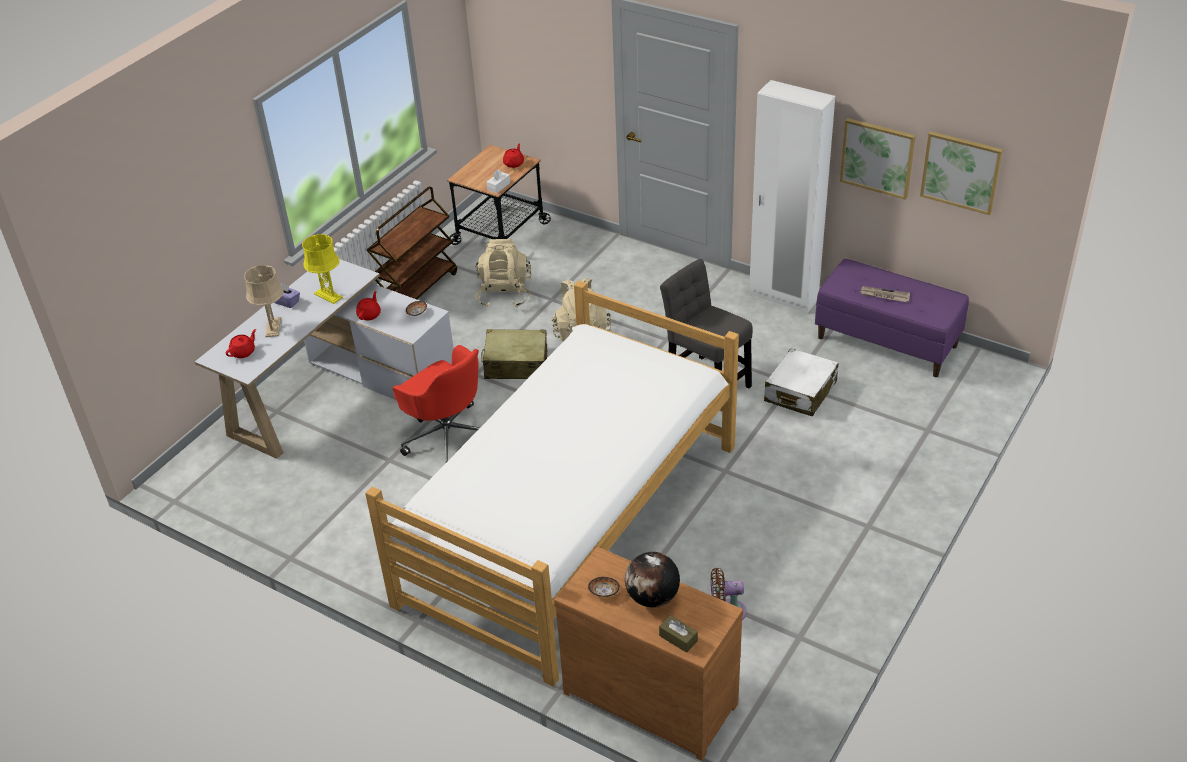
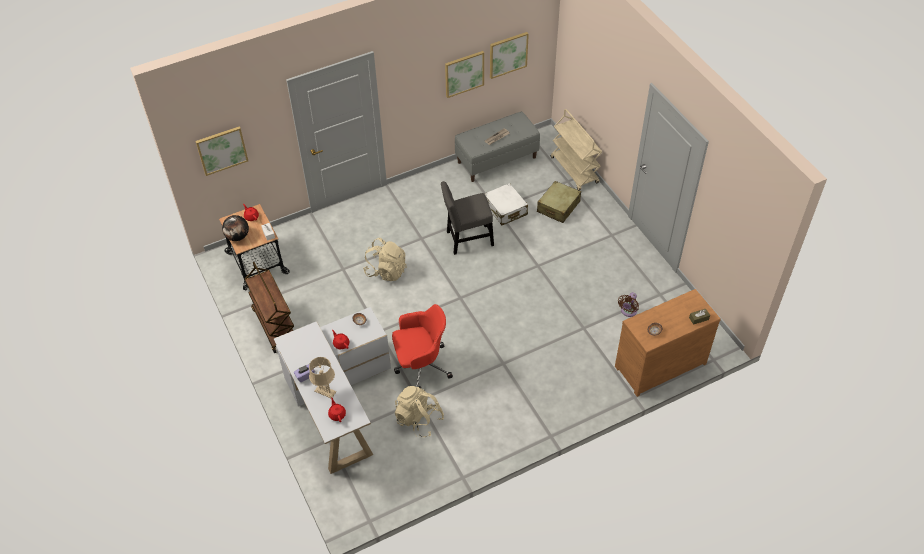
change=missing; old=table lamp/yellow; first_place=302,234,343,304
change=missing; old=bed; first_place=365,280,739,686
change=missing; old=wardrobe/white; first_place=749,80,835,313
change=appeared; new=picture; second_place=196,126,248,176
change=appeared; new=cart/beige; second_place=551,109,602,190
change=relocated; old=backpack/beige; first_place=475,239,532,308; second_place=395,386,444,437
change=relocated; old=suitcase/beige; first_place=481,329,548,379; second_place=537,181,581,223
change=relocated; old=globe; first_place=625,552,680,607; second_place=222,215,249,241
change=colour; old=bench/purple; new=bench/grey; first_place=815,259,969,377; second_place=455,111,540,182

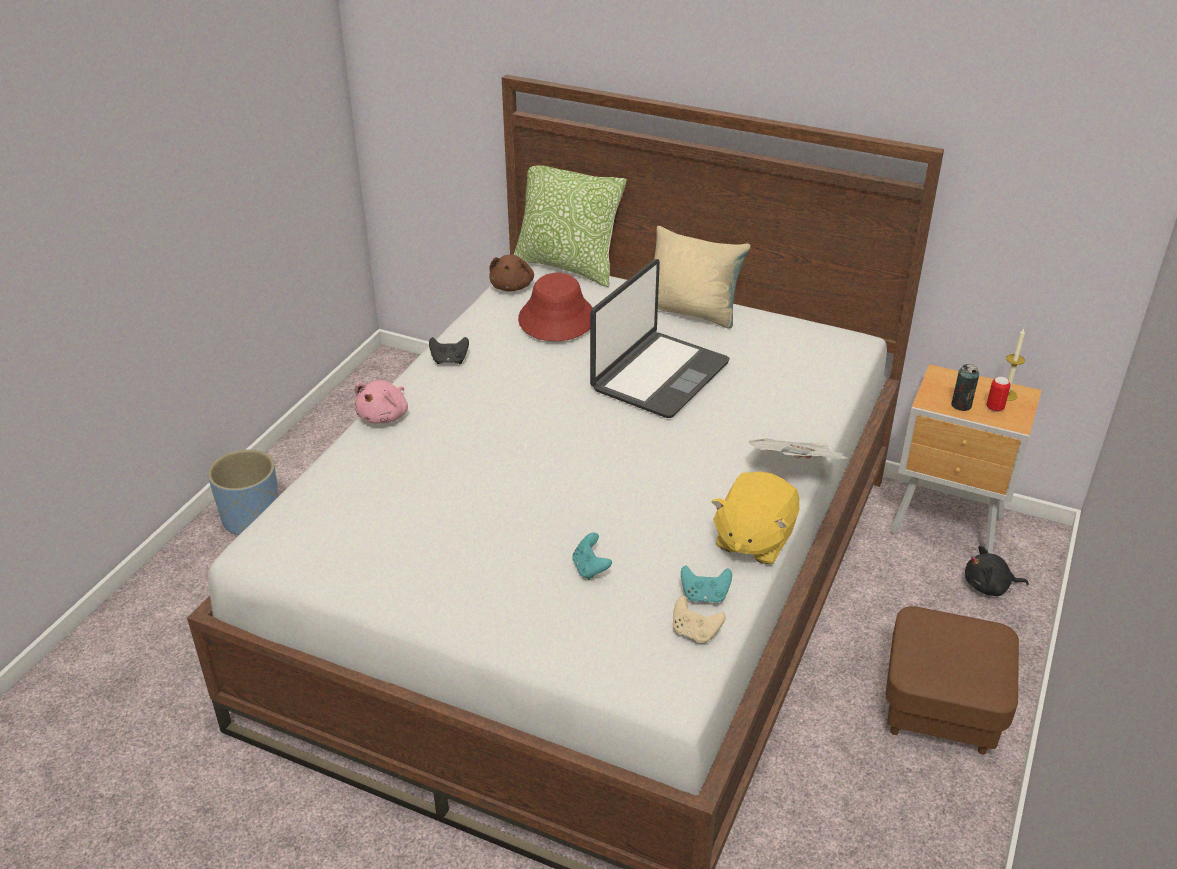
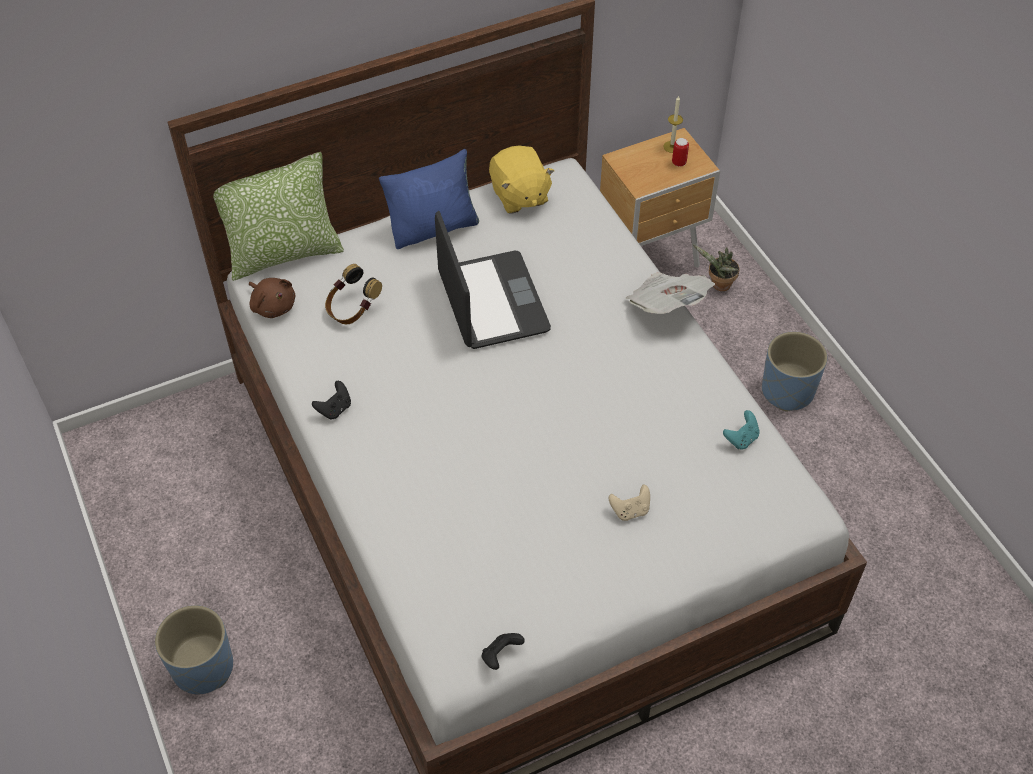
change=missing; old=plush toy/pink; first_place=355,380,408,424
change=missing; old=game controller/turquoise; first_place=572,532,612,580
change=missing; old=can; first_place=951,364,979,411
change=appeared; new=game controller/black; second_place=482,633,525,670
change=relocated; old=game controller/beige; first_place=673,596,726,643; second_place=609,484,650,521
change=relocated; old=plush toy/yellow; first_place=711,471,800,565; second_place=489,145,555,214
change=exchanged; old=hat/red; new=headphones; first_place=518,273,593,341; second_place=325,264,382,324
change=exchanged; old=ottoman/brown; new=planter/blue; first_place=886,606,1019,755; second_place=762,332,827,412
change=exchanged; old=plush toy/black; new=potted plant; first_place=965,545,1029,596; second_place=693,244,740,291
change=colour; old=pillow/beige; new=pillow/blue; first_place=654,226,751,329; second_place=379,149,479,249

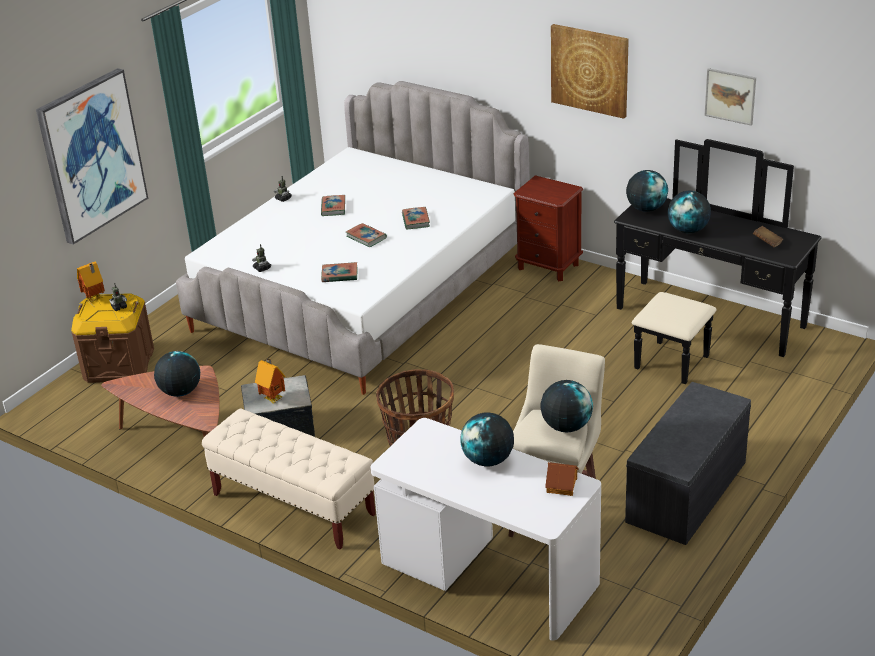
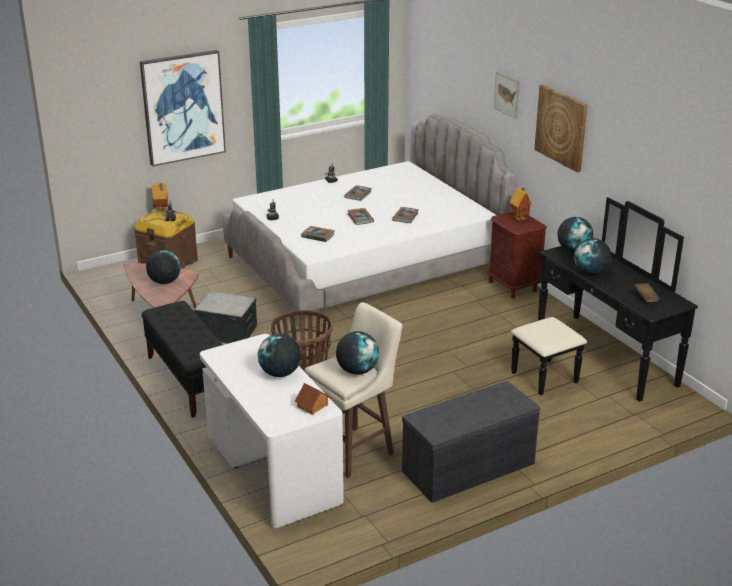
change=relocated; old=toy house; first_place=255,358,286,404; second_place=510,187,532,221
change=relocated; old=picture; first_place=705,68,756,126; second_place=494,72,520,119
change=colour; old=bench/beige; new=bench/black; first_place=202,408,376,549; second_place=142,301,223,418

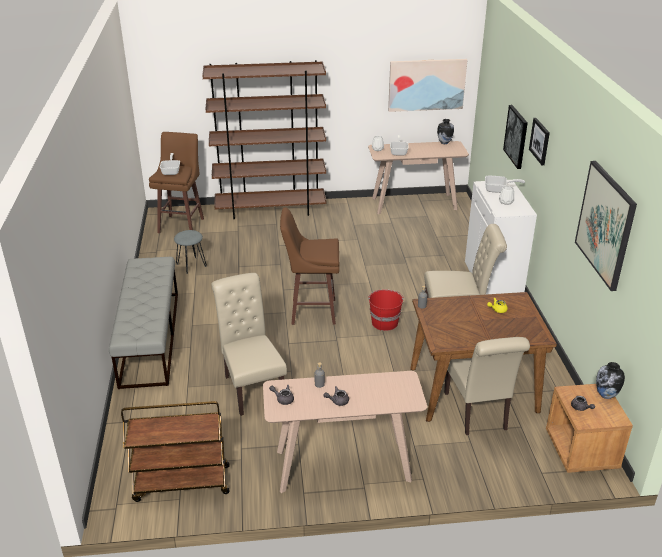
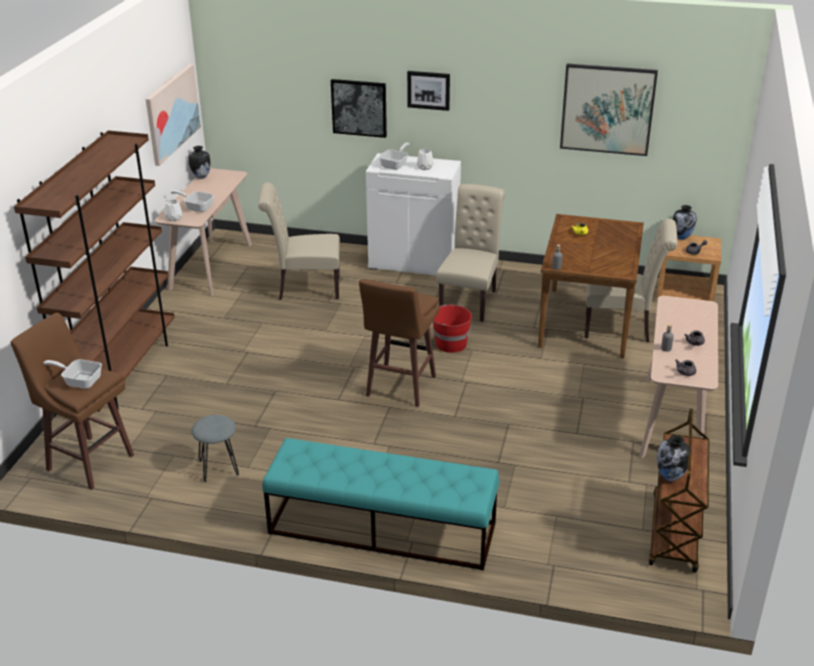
change=appeared; new=vase; second_place=657,435,690,481
change=relocated; old=chair/beige; first_place=211,273,287,416; second_place=258,183,340,300
change=colour; old=bench/grey; new=bench/turquoise; first_place=109,257,178,389; second_place=262,438,499,571

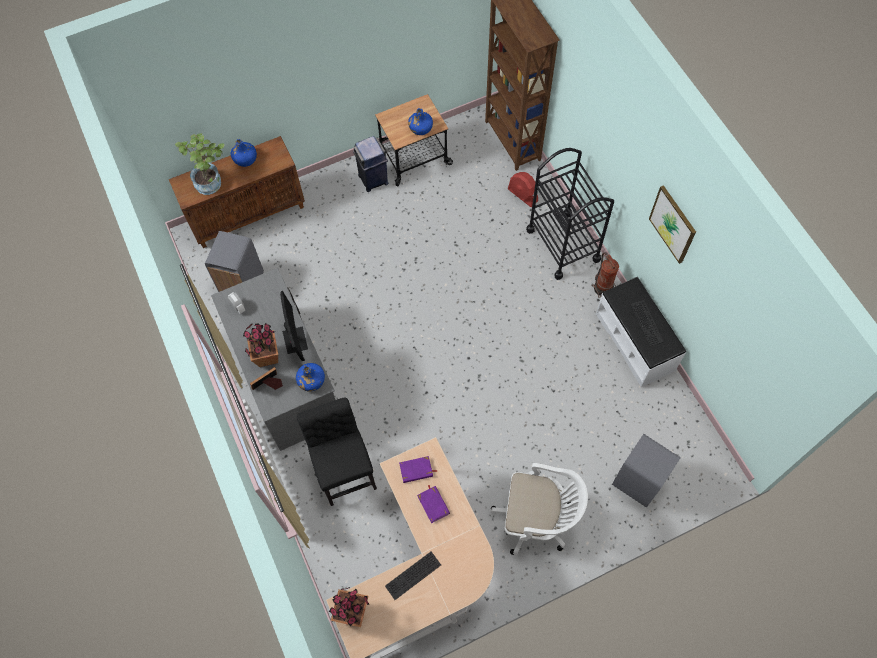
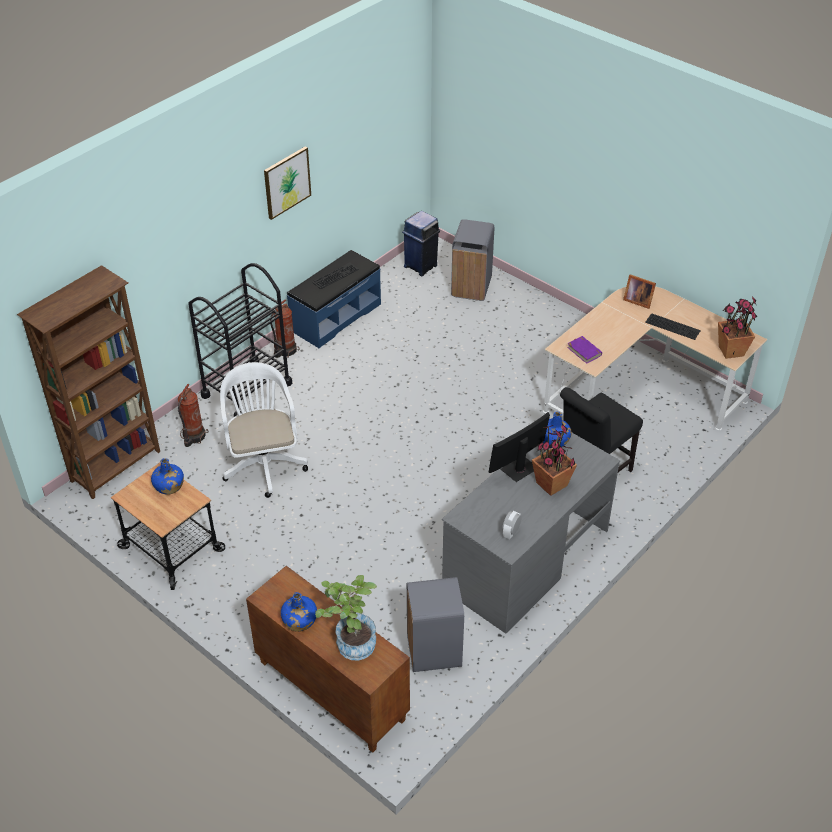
change=missing; old=book/purple; first_place=417,485,450,523
change=relocated; old=picture frame; first_place=250,367,283,390; second_place=623,274,656,309
change=relocated; old=trash can/blue; first_place=353,136,389,192; second_place=402,211,440,276
change=relocated; old=office chair/white; first_place=491,463,588,555; second_place=220,362,308,498
change=exchanged; old=fan/red; new=fire extinguisher; first_place=508,172,538,207; second_place=178,384,209,447
change=colour; old=bench/white; new=bench/blue; first_place=596,277,686,387; second_place=287,250,381,348

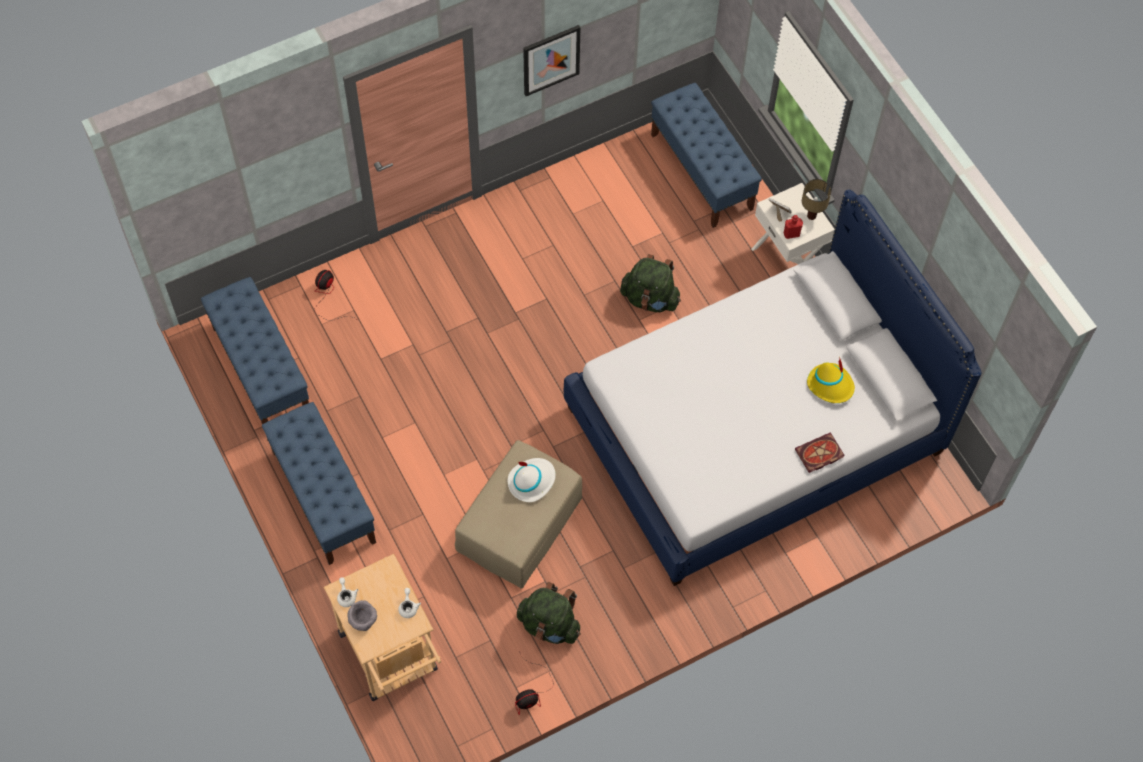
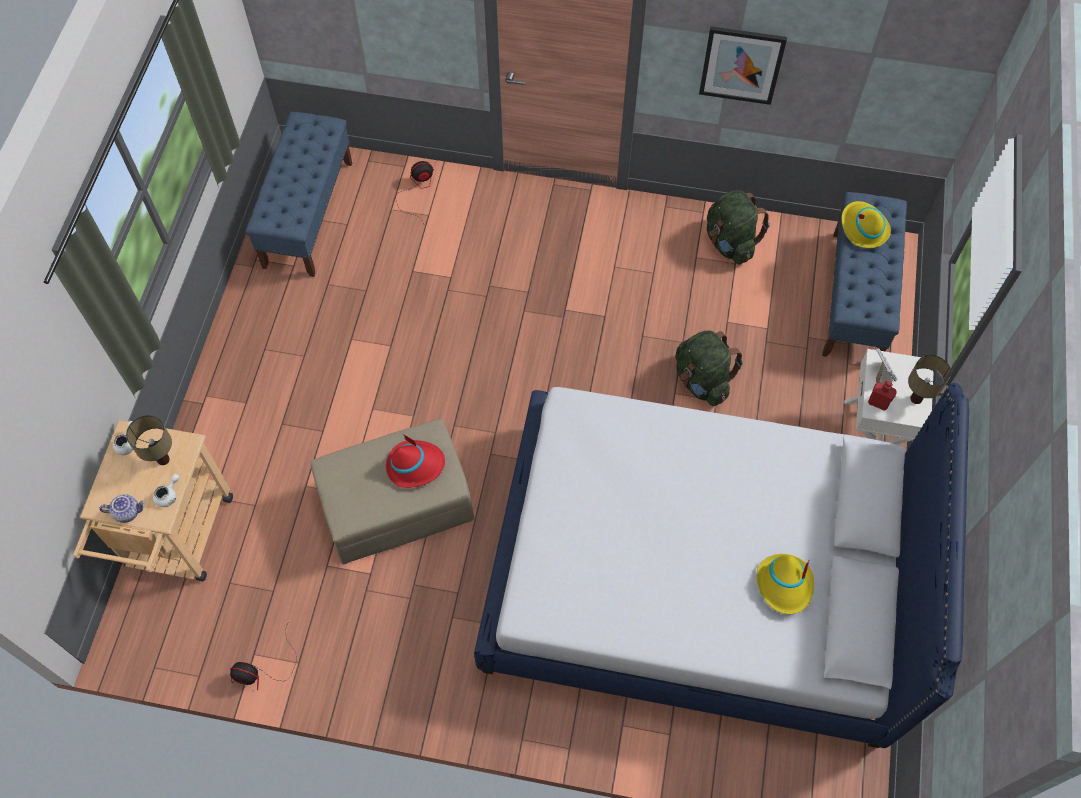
change=missing; old=bench/blue; first_place=262,402,376,565
change=missing; old=bowl/grey; first_place=347,600,377,631
change=missing; old=book; first_place=795,432,845,473
change=appeared; new=teapot; second_place=100,494,145,523
change=appeared; new=table lamp; second_place=126,415,172,465
change=appeared; new=hat/yellow; second_place=842,201,891,248
change=relocated; old=backpack/green; first_place=517,582,581,644; second_place=707,190,770,264
change=colour; old=hat/white; new=hat/red; first_place=508,458,556,502; second_place=386,434,445,488

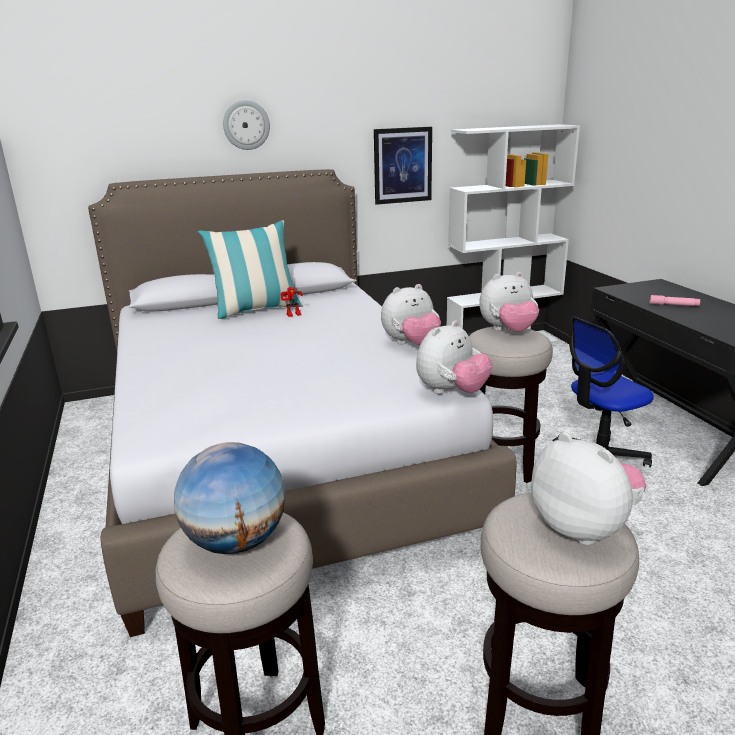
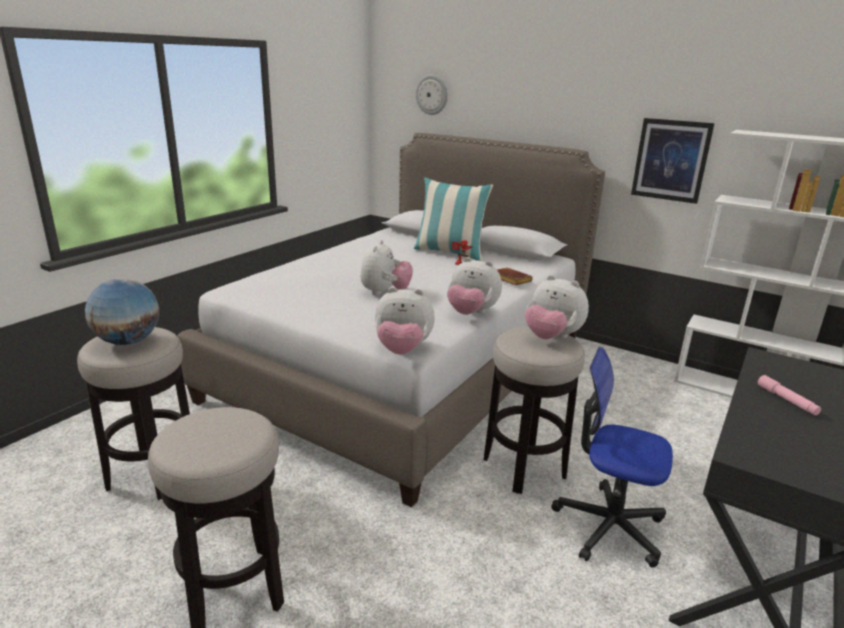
change=appeared; new=book/brown; second_place=497,268,533,285
change=relocated; old=wall clock; first_place=223,100,270,150; second_place=416,75,448,115
change=relocated; old=plush toy; first_place=531,432,646,545; second_place=360,240,413,296

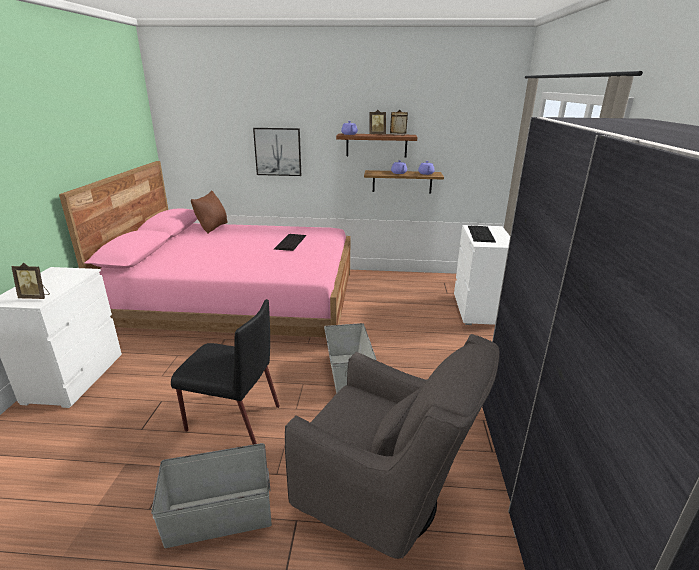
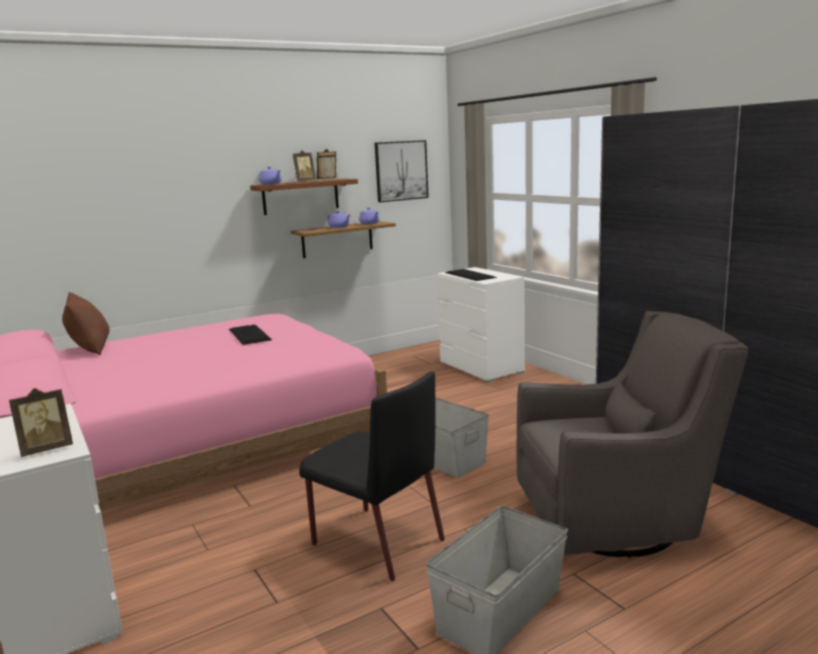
change=relocated; old=picture; first_place=253,128,301,176; second_place=375,140,429,202
change=spun; old=chair/black; first_place=171,299,280,445; second_place=299,371,445,581; degrees=60

